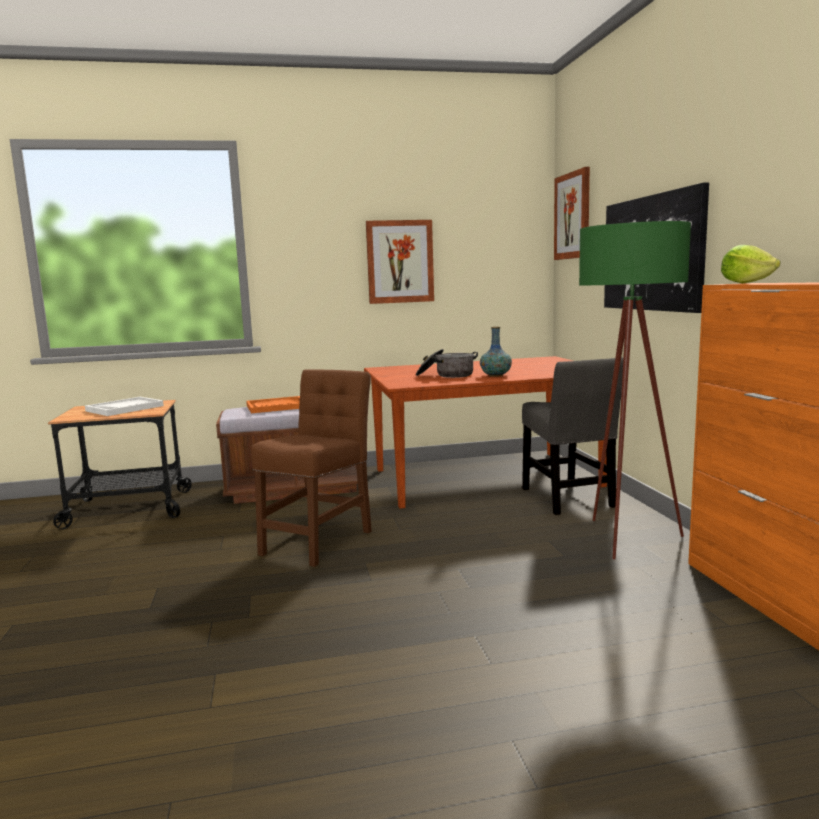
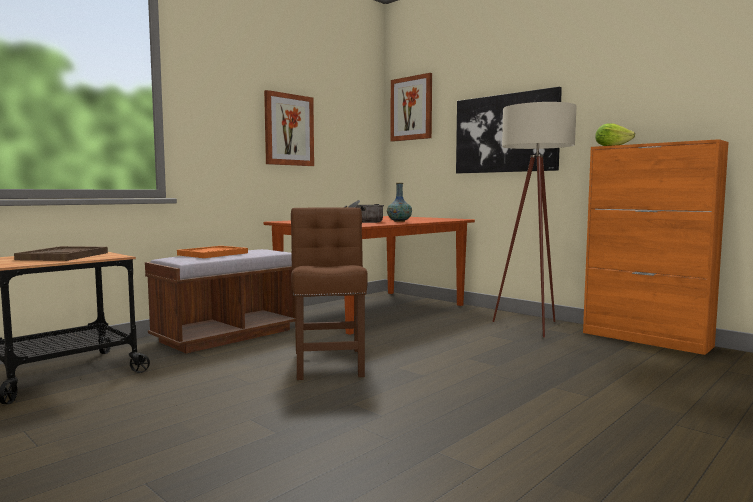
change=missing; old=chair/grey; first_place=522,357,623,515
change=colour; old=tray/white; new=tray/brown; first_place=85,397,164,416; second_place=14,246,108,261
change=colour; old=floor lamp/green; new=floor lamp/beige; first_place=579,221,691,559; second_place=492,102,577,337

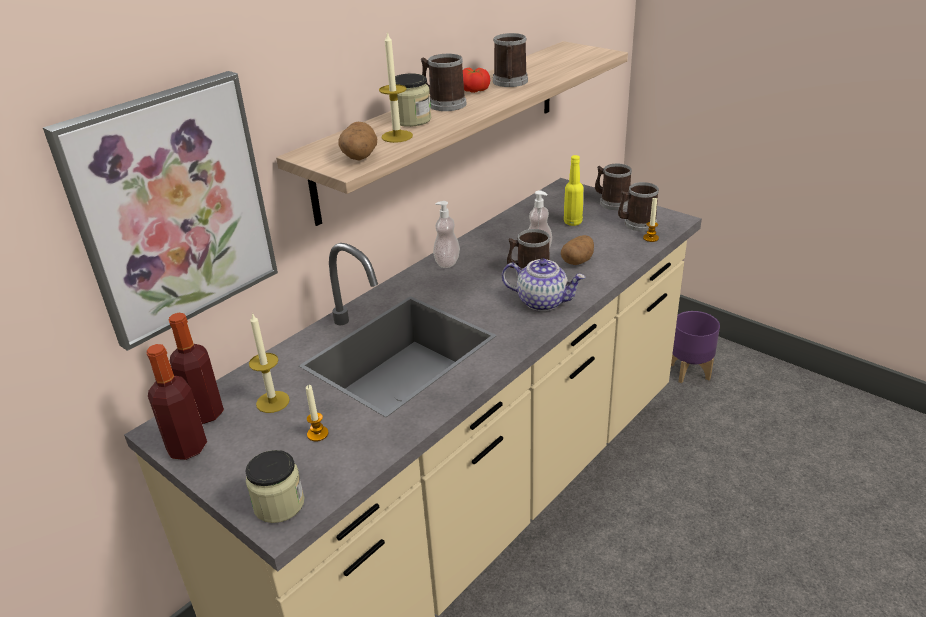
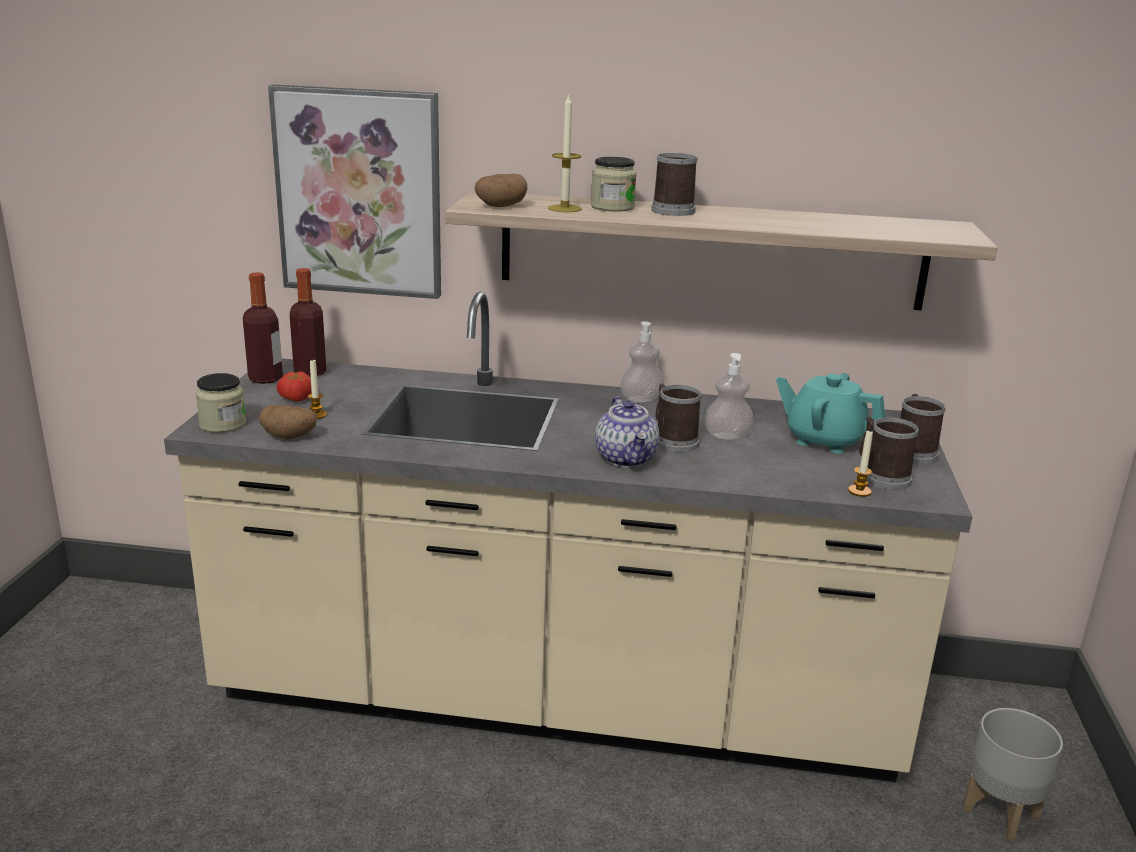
change=missing; old=candle; first_place=249,312,290,413
change=missing; old=mug; first_place=493,33,528,87
change=relocated; old=tomato; first_place=463,68,490,93; second_place=276,371,312,402
change=relocated; old=potato; first_place=561,235,594,265; second_place=259,405,317,439
change=exchanged; old=bottle/yellow; new=teapot/turquoise; first_place=564,155,584,226; second_place=776,373,885,454
change=colour; old=planter/purple; new=planter/grey; first_place=671,311,720,383; second_place=962,708,1063,841

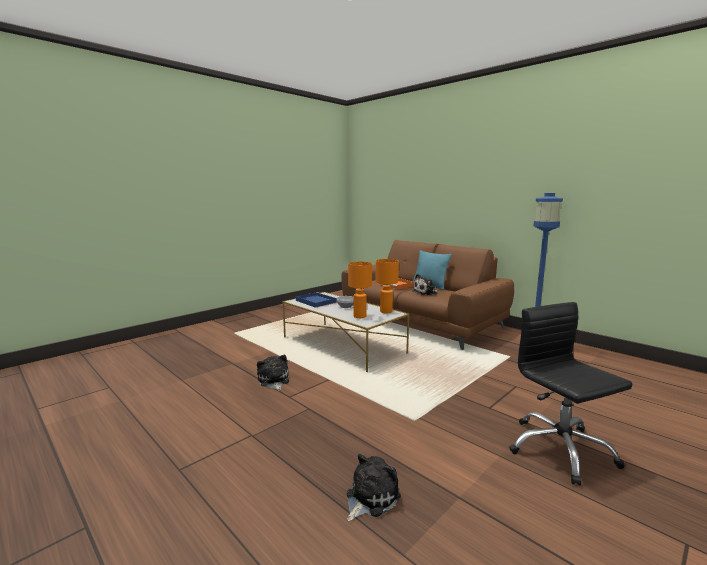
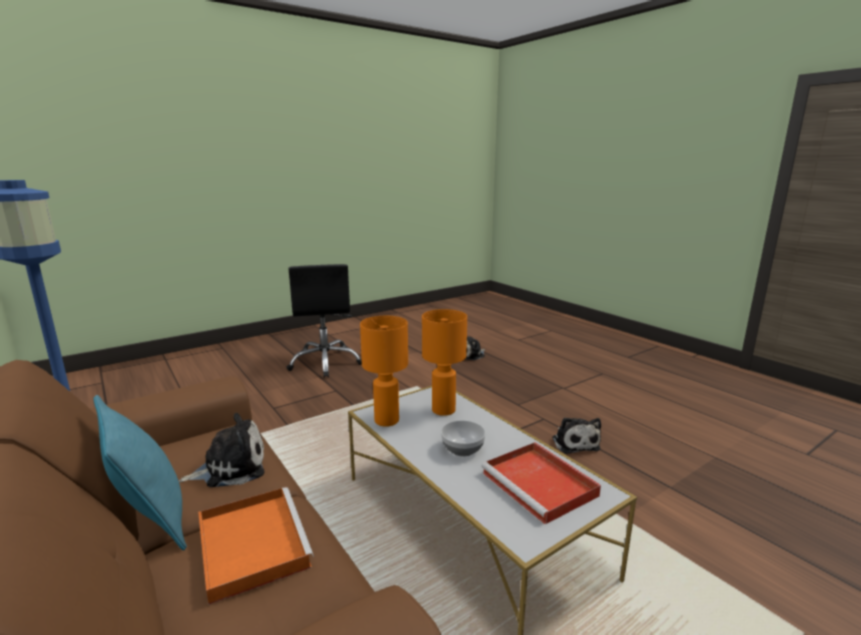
change=colour; old=tray/blue; new=tray/red; first_place=296,292,337,308; second_place=482,442,601,524

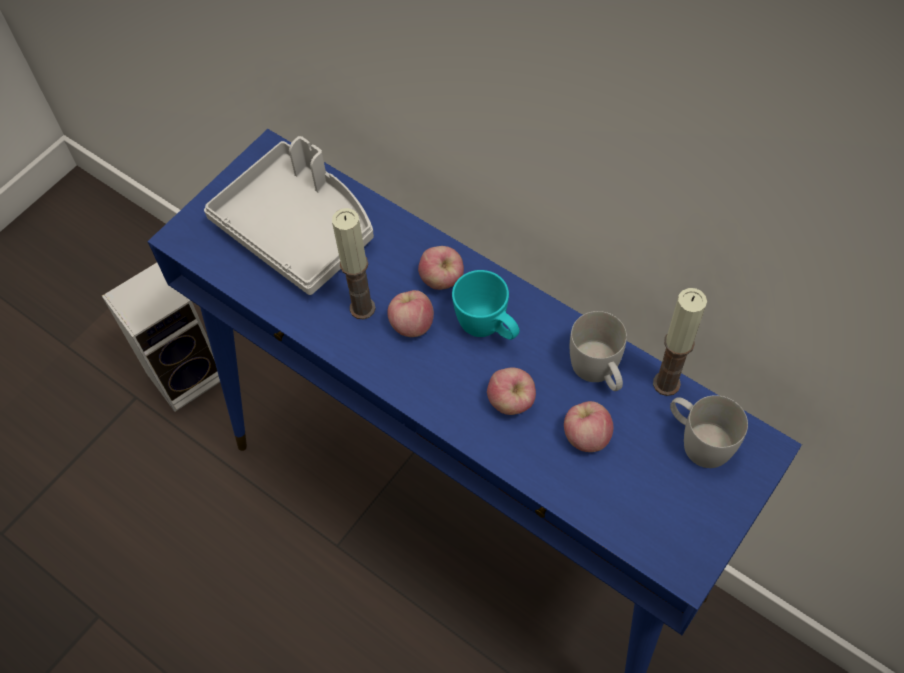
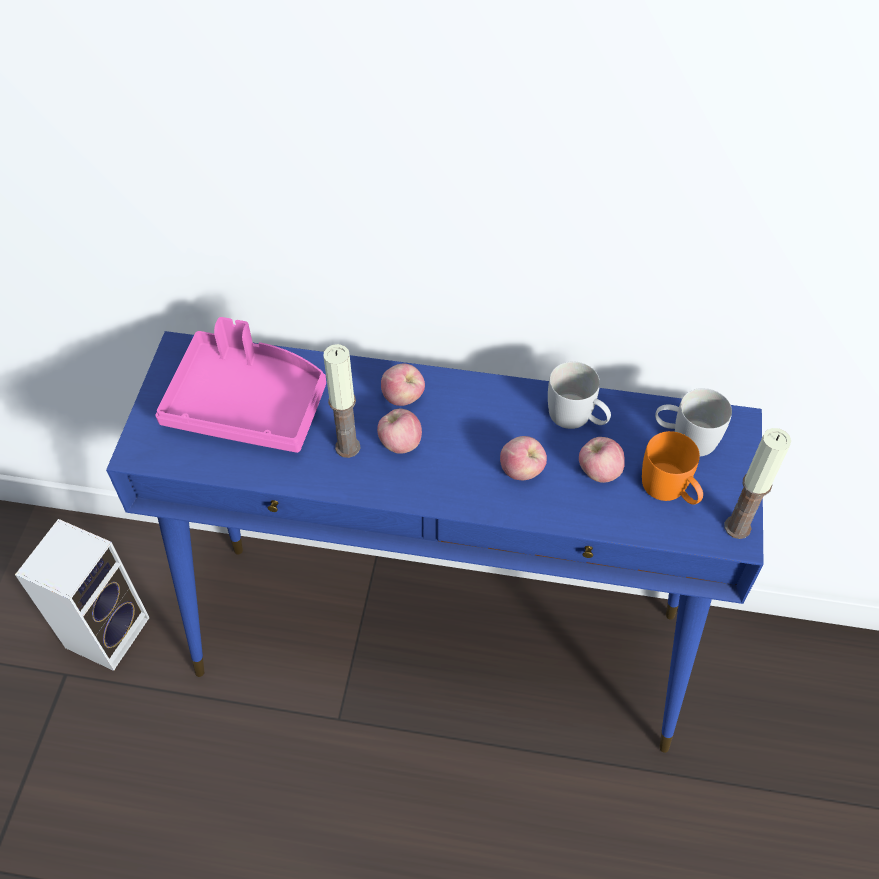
change=missing; old=mug/turquoise; first_place=452,270,520,340
change=appeared; new=mug/orange; second_place=642,431,703,504
change=relocated; old=candle; first_place=653,288,707,396; second_place=724,428,791,539
change=colour; old=tray/grey; new=tray/pink; first_place=204,136,374,295; second_place=155,317,326,453

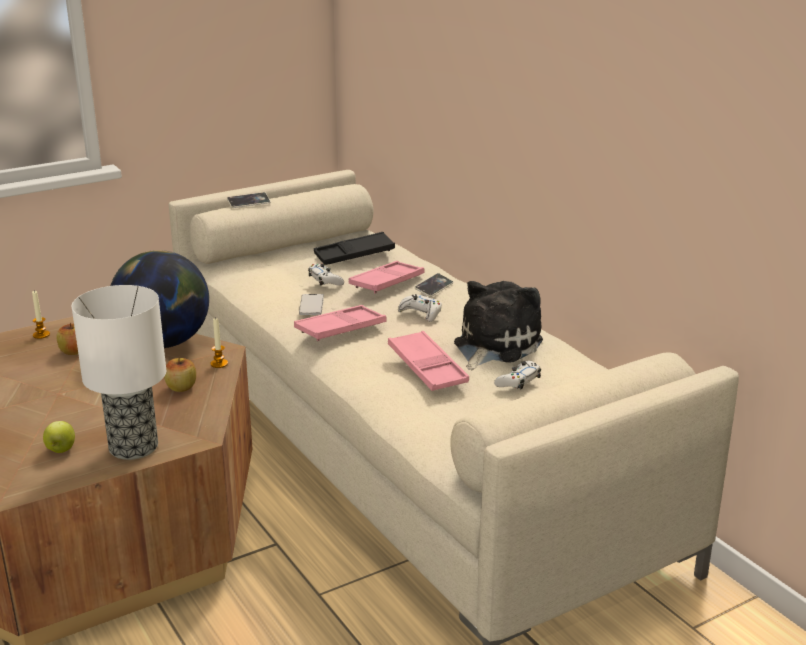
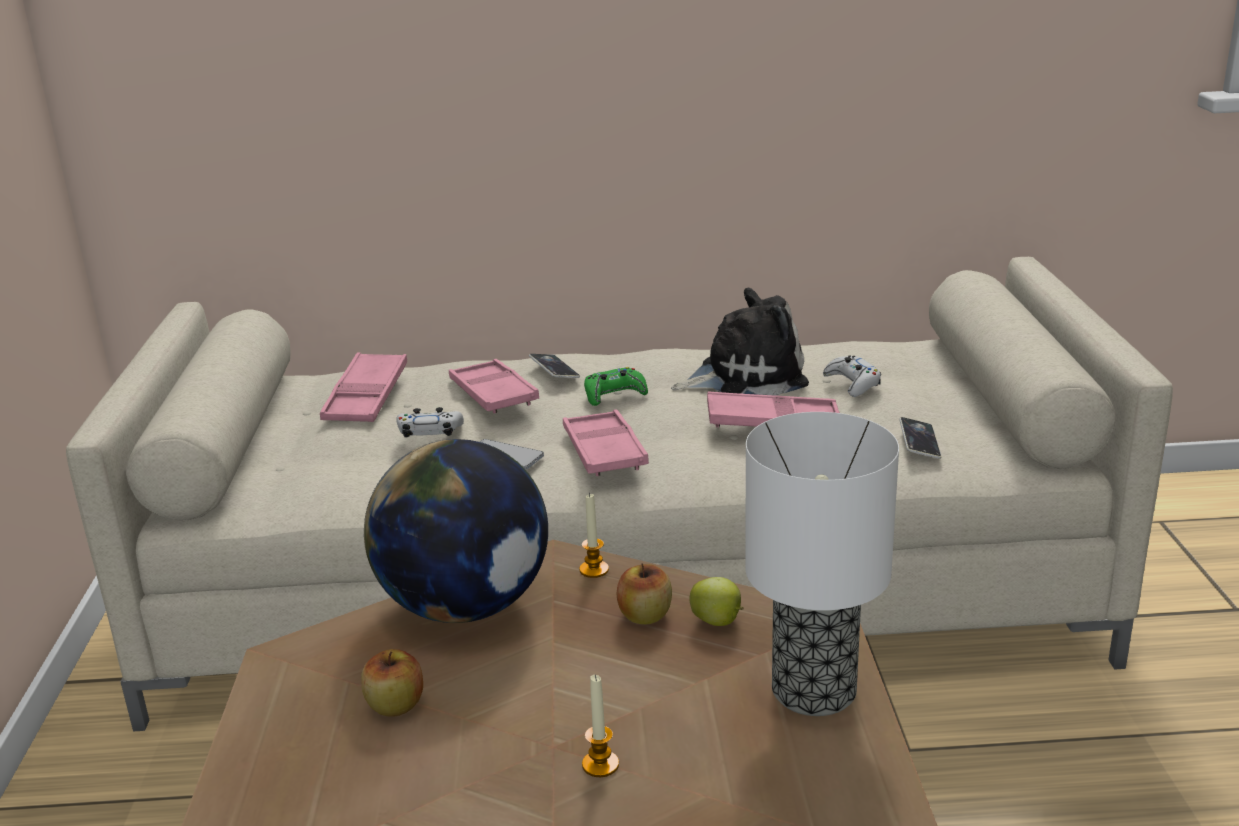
change=relocated; old=candle; first_place=32,290,50,339; second_place=582,674,619,777
change=relocated; old=apple; first_place=43,421,75,453; second_place=689,577,744,626
change=relocated; old=phone; first_place=227,192,271,208; second_place=899,417,942,459
change=colour; old=tray/black; new=tray/pink; first_place=314,232,395,265; second_place=320,352,407,422
change=colour; old=game controller/white; new=game controller/green; first_place=398,294,442,322; second_place=584,367,648,406
change=spun; old=plush toy; first_place=454,281,543,370; second_place=671,288,809,396; degrees=105

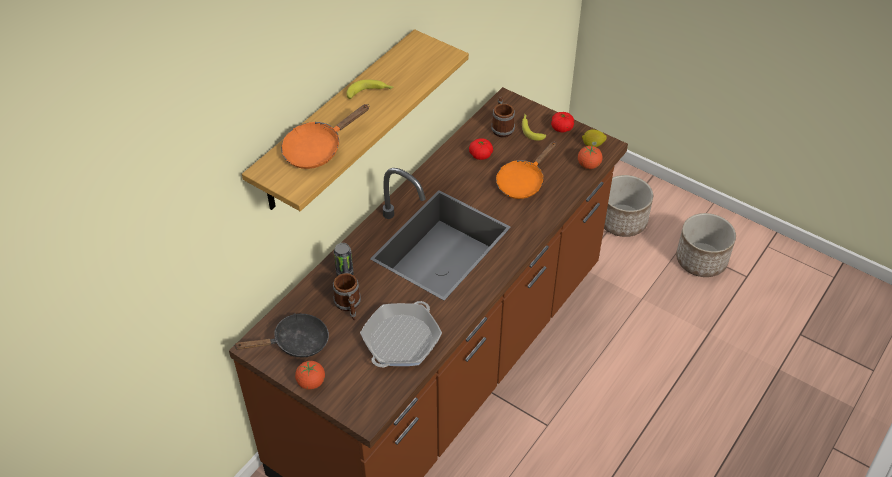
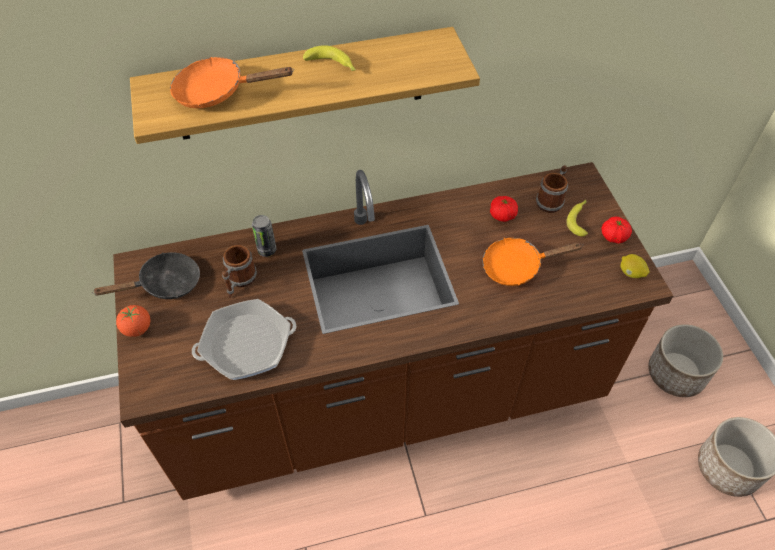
change=missing; old=tomato; first_place=578,146,602,169
change=spun; old=frying pan/black; first_place=233,313,329,358; second_place=92,252,200,299; degrees=-45

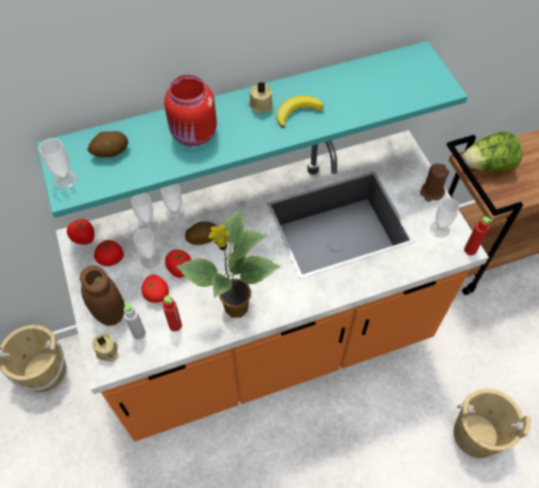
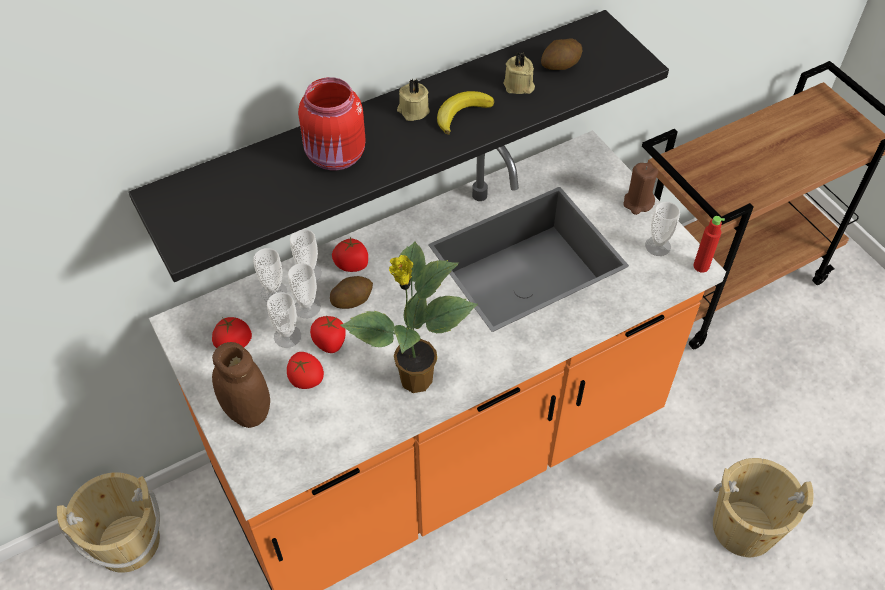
change=missing; old=bottle/grey; first_place=124,302,146,340
change=missing; old=bottle/red; first_place=163,295,182,331
change=missing; old=lettuce; first_place=463,132,522,172
change=relocated; old=cup; first_place=39,138,77,189; second_place=288,263,321,318
change=relocated; old=tomato; first_place=67,218,94,245; second_place=332,237,368,272
change=relocated; old=potato; first_place=88,131,128,157; second_place=541,39,582,70
change=relocated; old=candle/beige; first_place=93,333,118,362; second_place=504,52,535,94
change=colour; old=shelf/turquoise; new=shelf/black; first_place=36,41,468,218; second_place=129,10,669,282

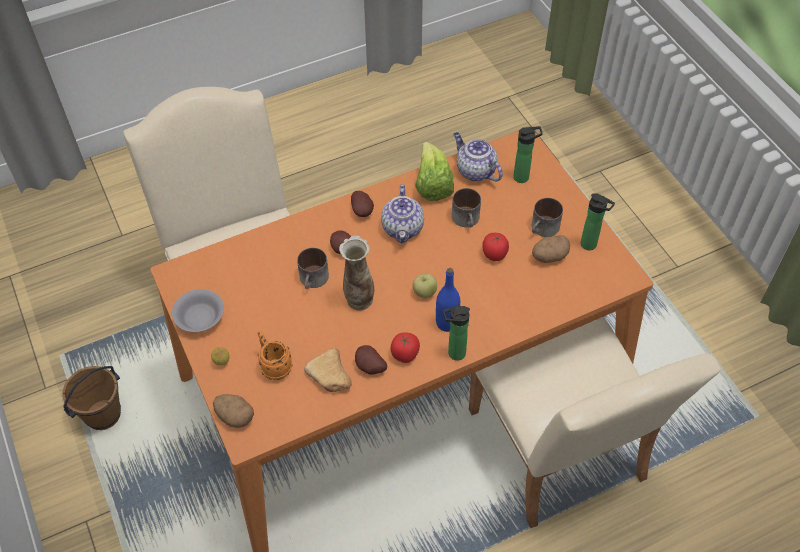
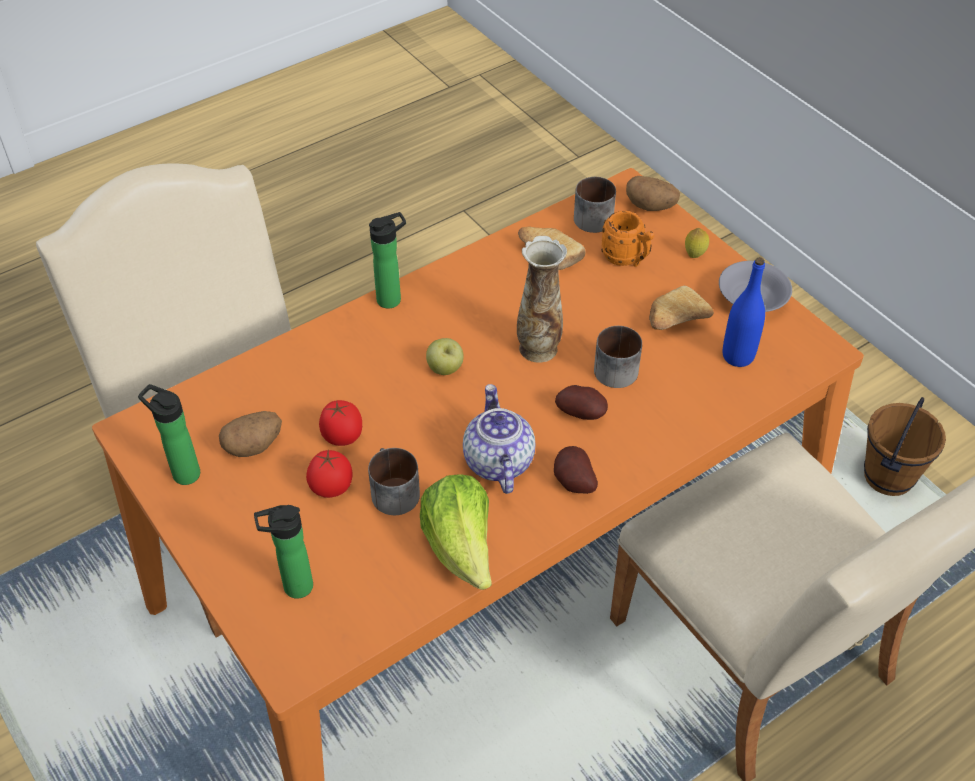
change=missing; old=potato; first_place=355,345,387,375
change=missing; old=teapot; first_place=453,132,503,182
change=appeared; new=bread; second_place=649,286,714,330
change=relocated; old=tomato; first_place=391,332,420,363; second_place=306,450,353,498
change=relocated; old=bottle/blue; first_place=436,268,460,332; second_place=723,257,765,367
change=relocated; old=mug; first_place=532,198,563,237; second_place=574,177,616,233

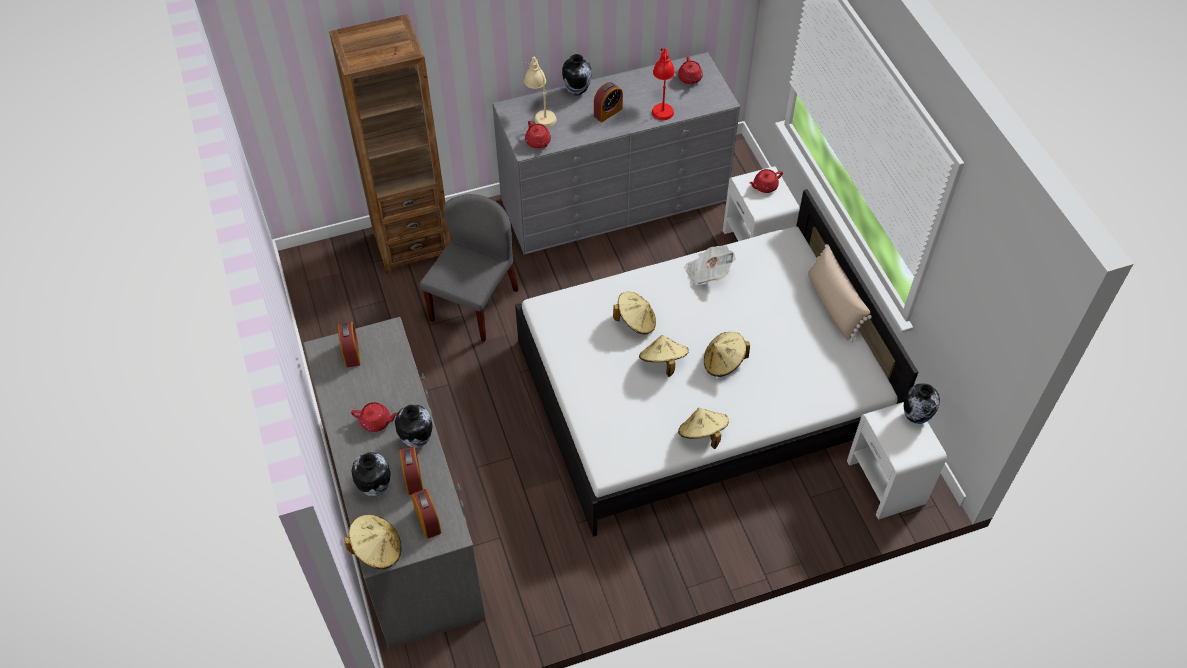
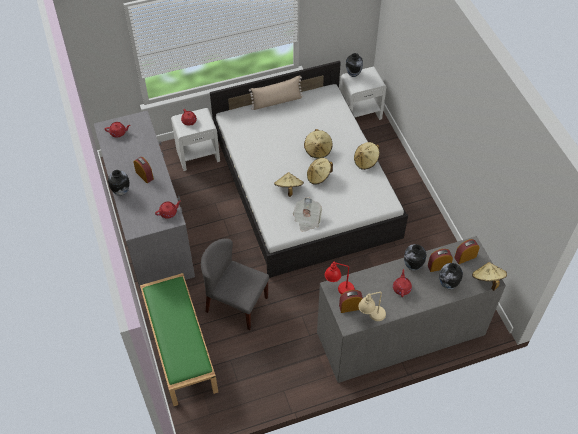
change=relocated; old=table lamp/beige; first_place=524,57,557,127; second_place=358,292,386,321
change=relocated; old=table lamp/red; first_place=652,48,675,120; second_place=325,262,355,295
change=relocated; old=newspaper; first_place=684,245,735,285; second_place=293,197,322,232
change=exchanged; old=bookcase/brown; new=bench/green; first_place=329,14,451,274; second_place=140,273,218,406

